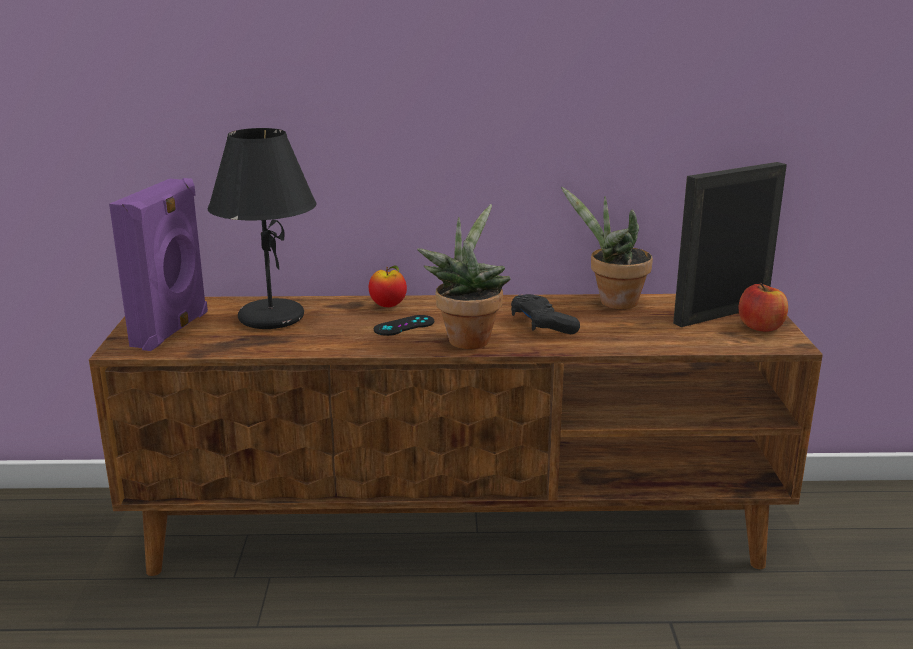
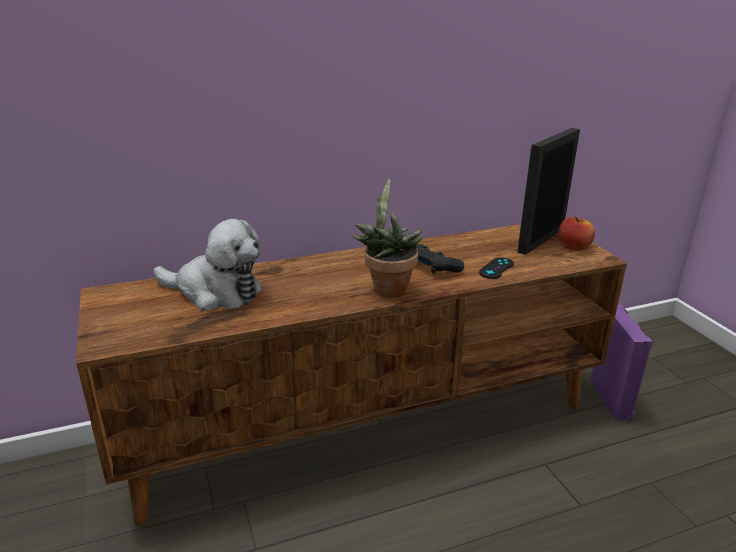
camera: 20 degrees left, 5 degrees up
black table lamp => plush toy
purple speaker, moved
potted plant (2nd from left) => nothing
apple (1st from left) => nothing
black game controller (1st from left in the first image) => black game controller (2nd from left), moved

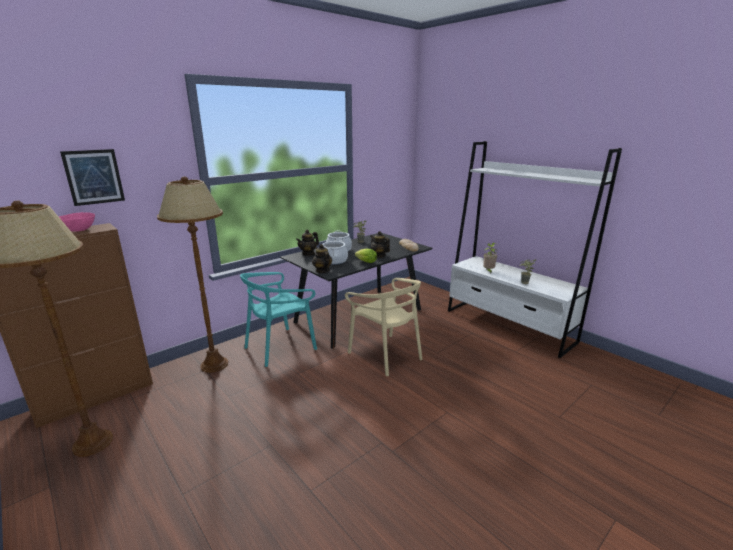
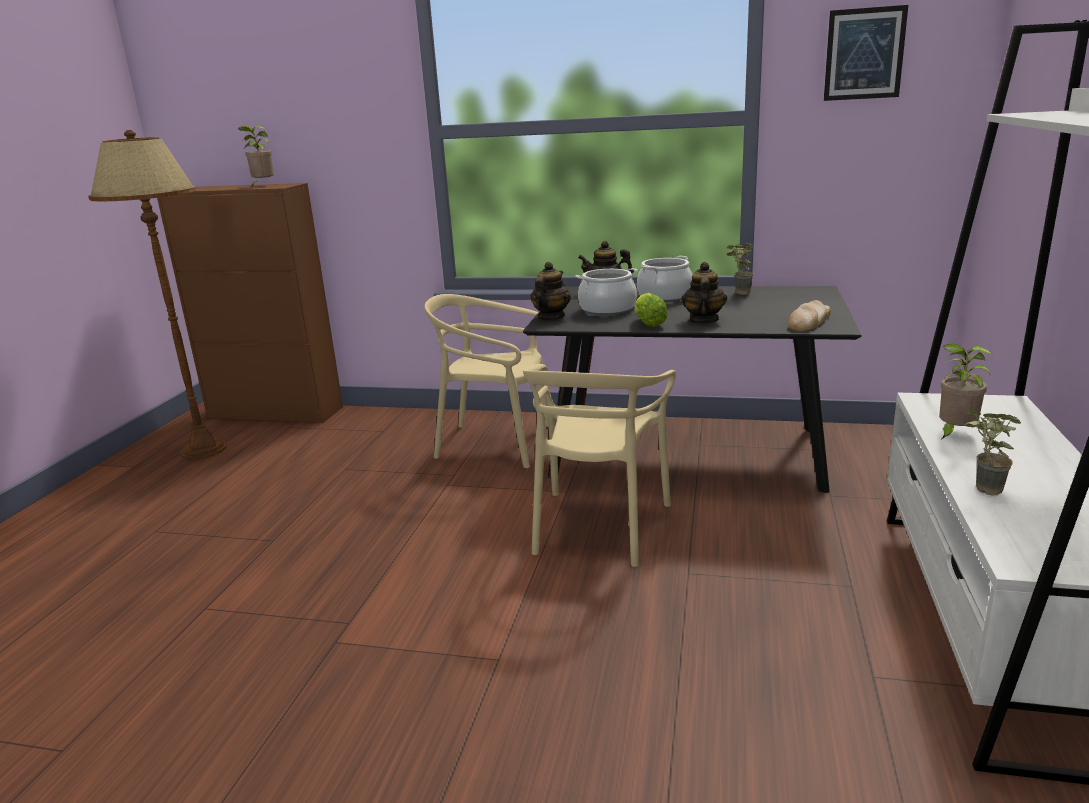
camera: 55 degrees right, 0 degrees up
picture, moved
brown floor lamp (2nd from left) => nothing
pink bowl => potted plant (1st from left)
turquoise chair => beige chair (1st from left)

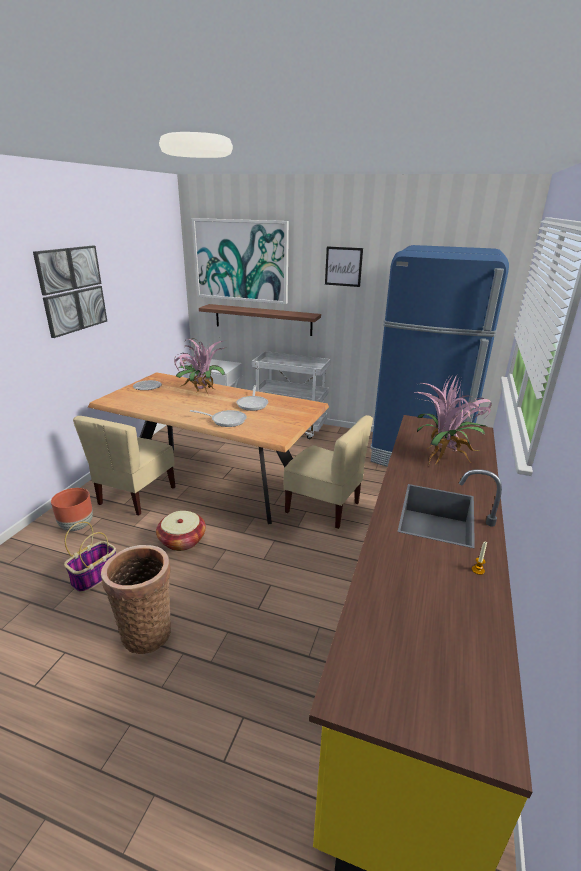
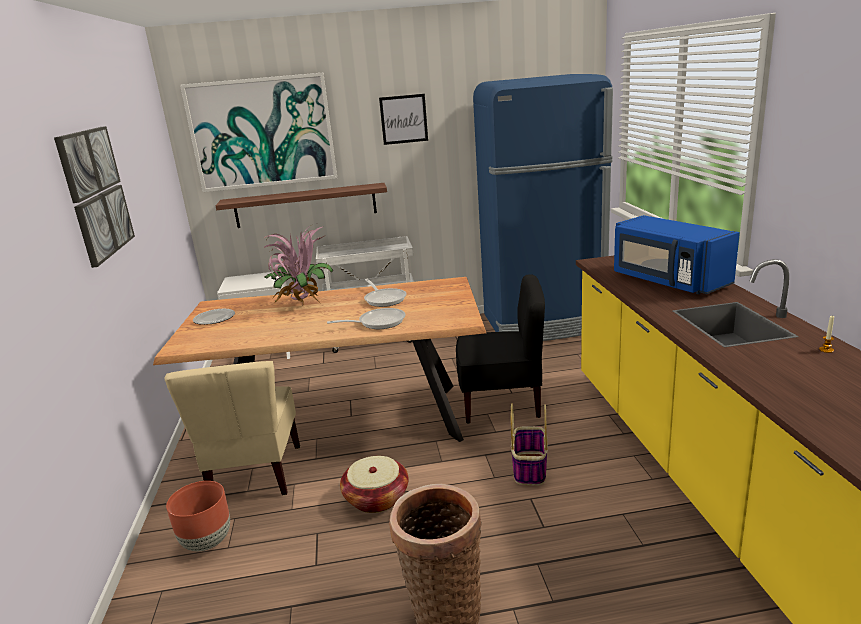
camera: 25 degrees left, 5 degrees down
potted plant (2nd from left) => blue microwave
beige chair (2nd from left) => black chair
basket (1st from left in the first image) => basket (3rd from left), moved

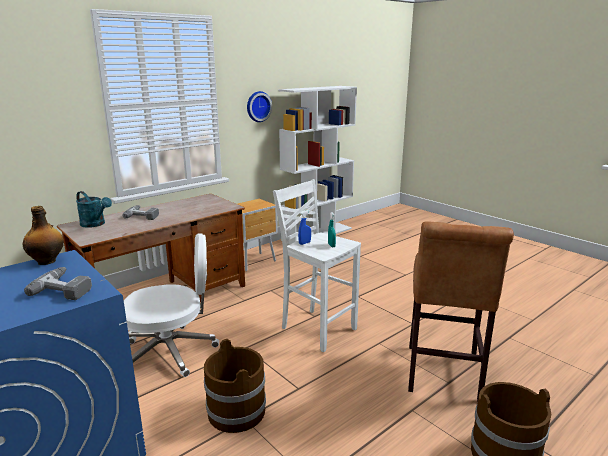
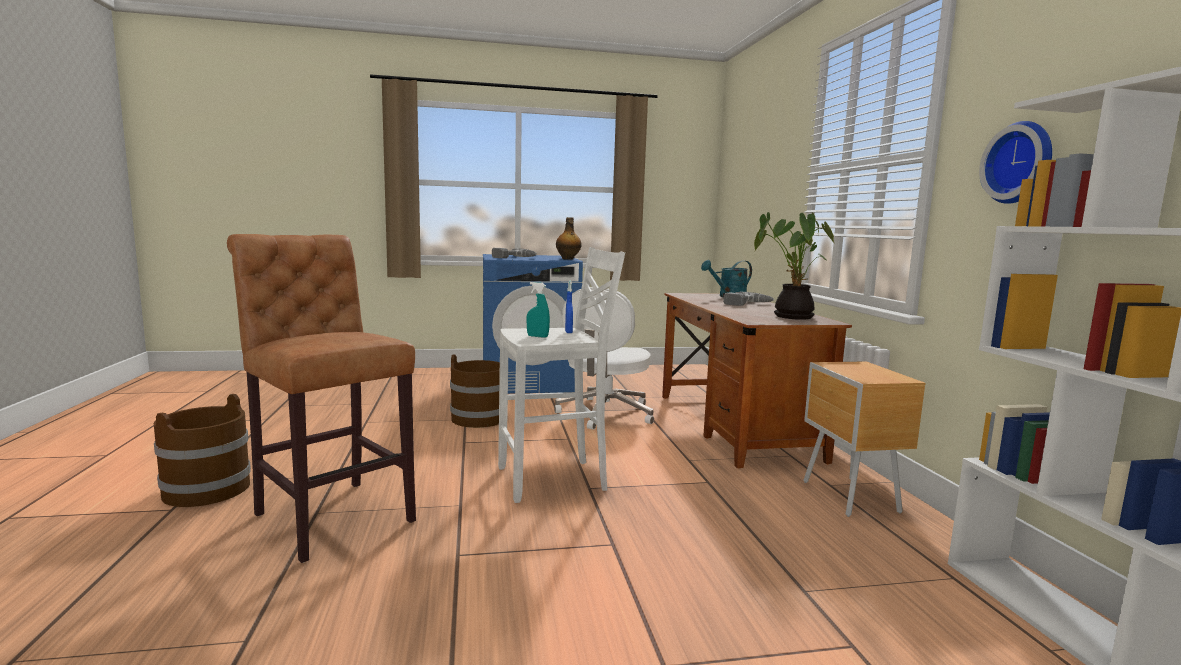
camera: 120 degrees right, 10 degrees down
nothing => potted plant

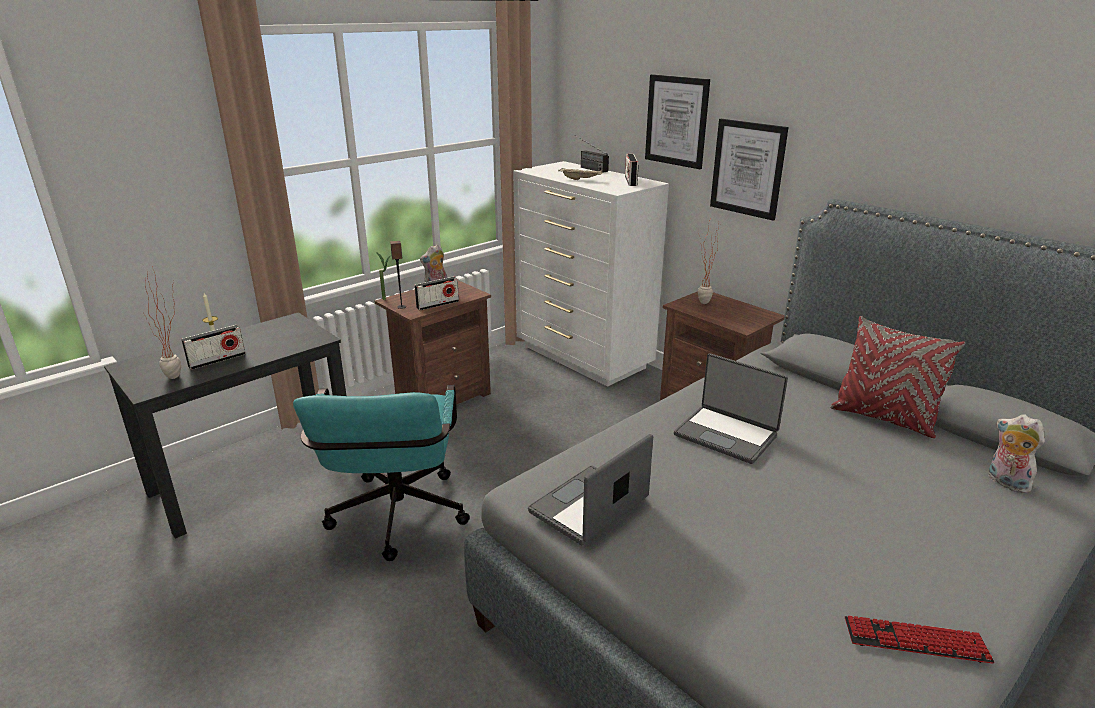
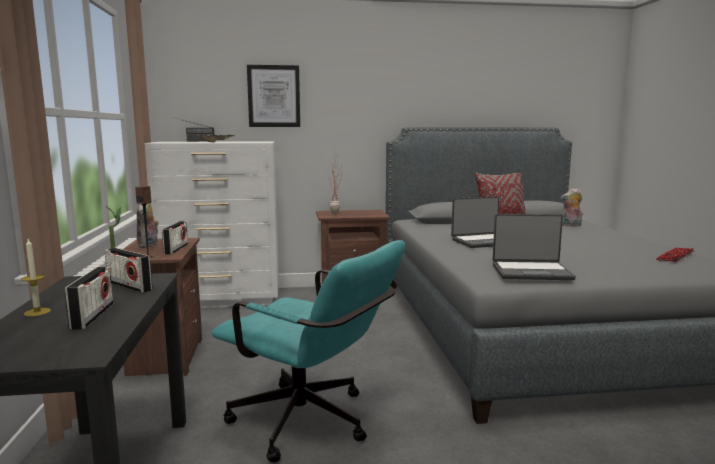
camera: 55 degrees left, 15 degrees down
picture (2nd from left) => nothing
radio (4th from left in the first image) => radio (2nd from left), moved
potted plant (1st from left) => nothing
laptop (1st from left in the first image) => laptop (2nd from left), 75 degrees counterclockwise

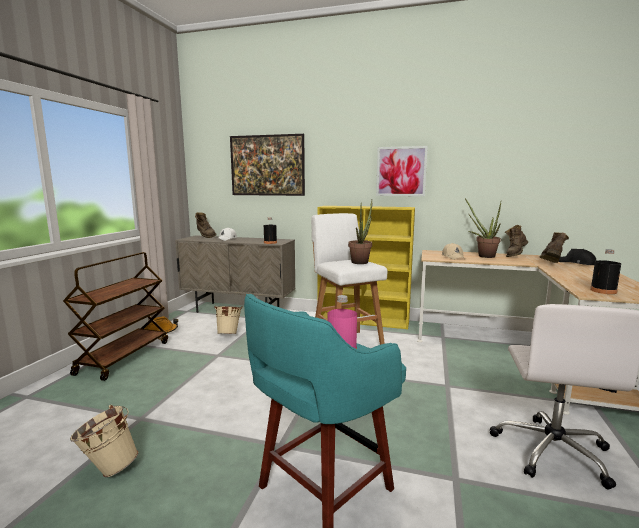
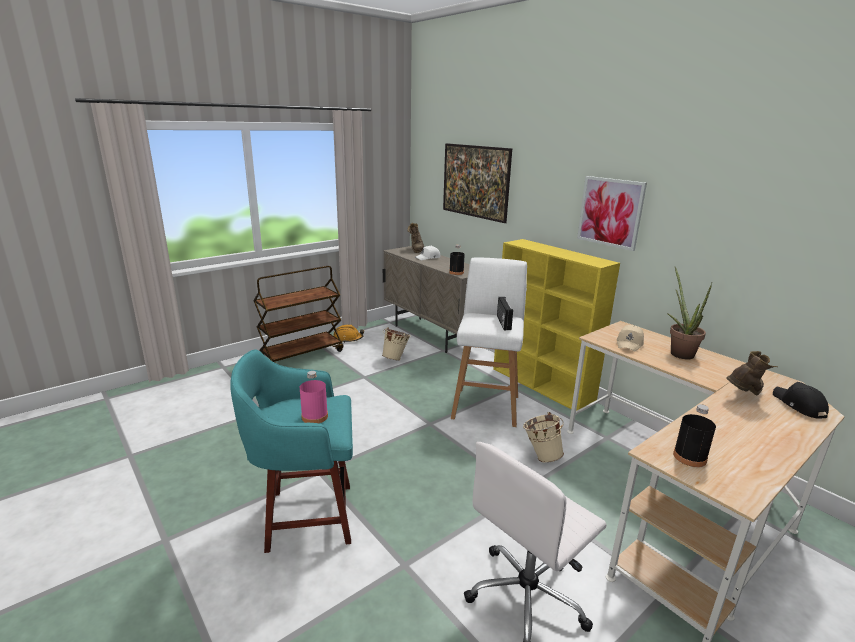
camera: 35 degrees right, 10 degrees up
potted plant (1st from left) => radio
brown boot (2nd from left) => nothing
beige bucket (1st from left in the first image) => beige bucket (2nd from left), moved

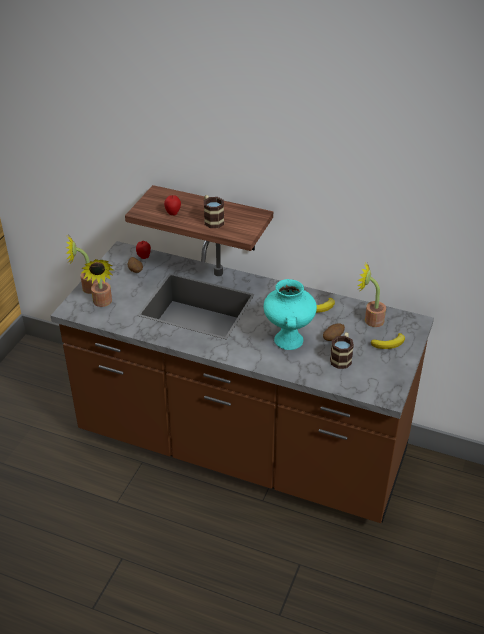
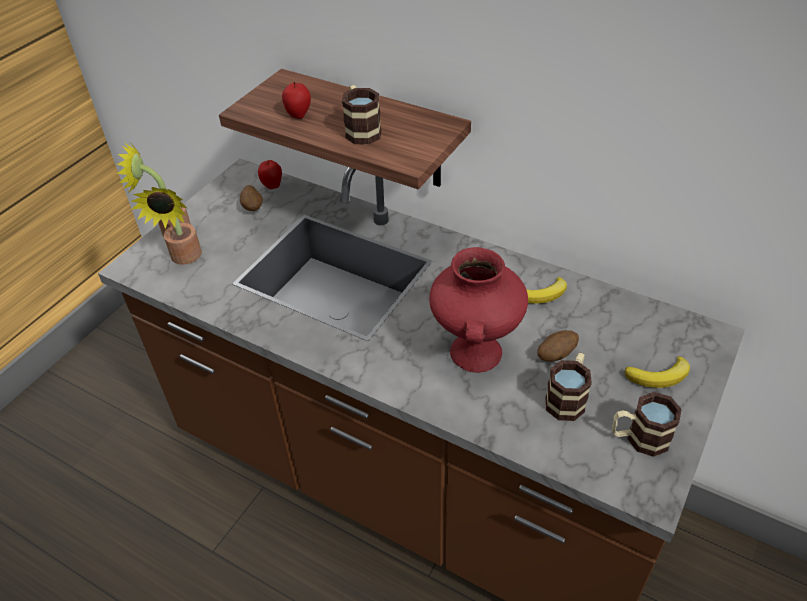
camera: 10 degrees right, 5 degrees up
potted plant (3rd from left) => nothing
turquoise vase => red vase
nothing => mug (3rd from left)

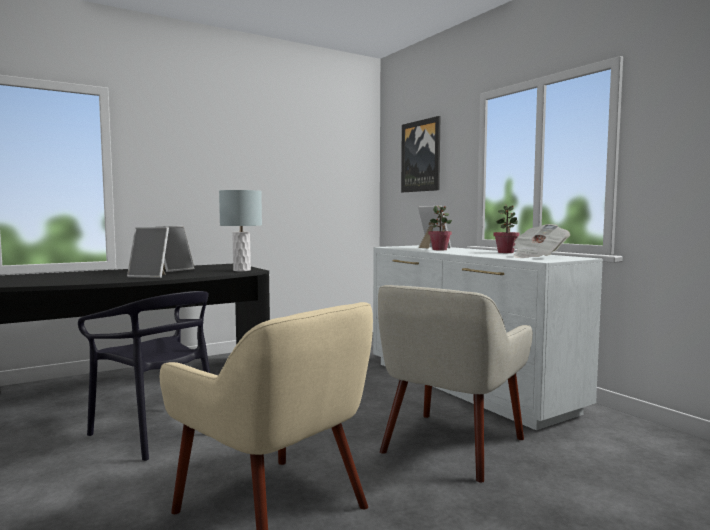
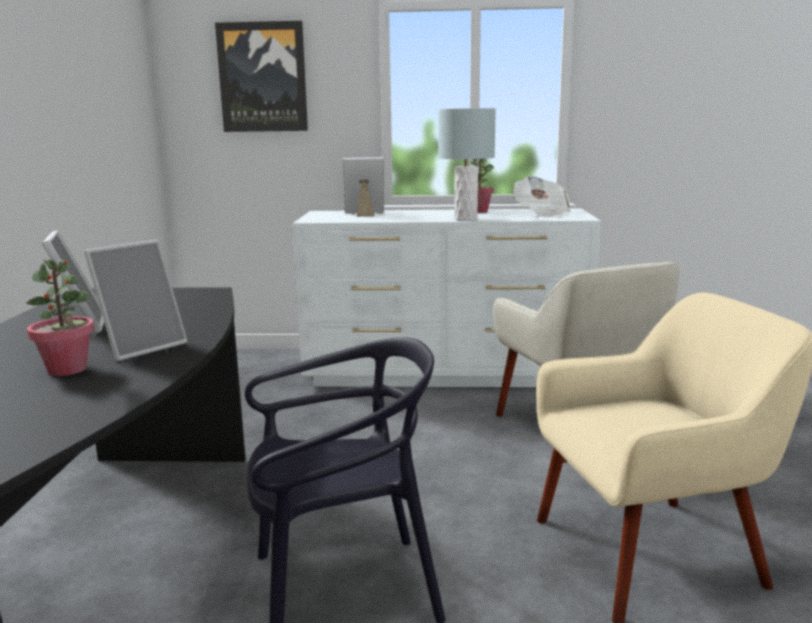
camera: 55 degrees left, 10 degrees up
grey table lamp, moved
potted plant (1st from left), moved

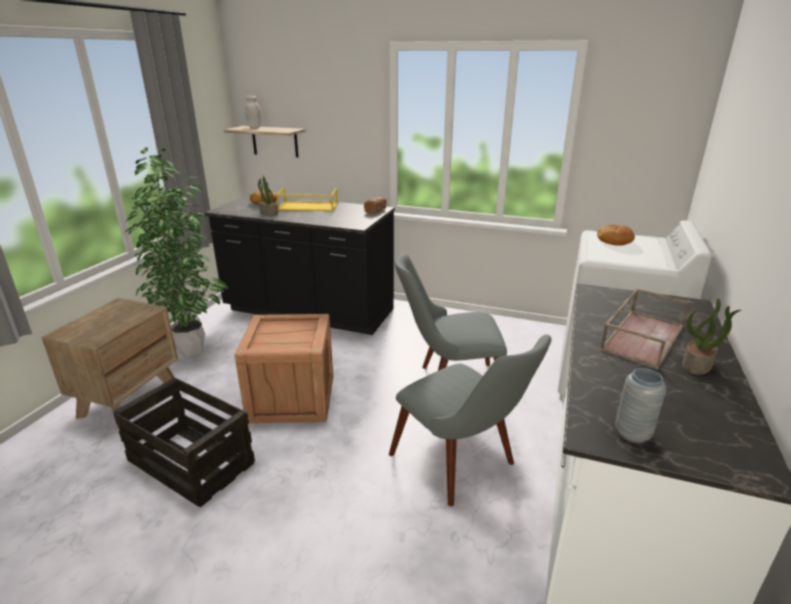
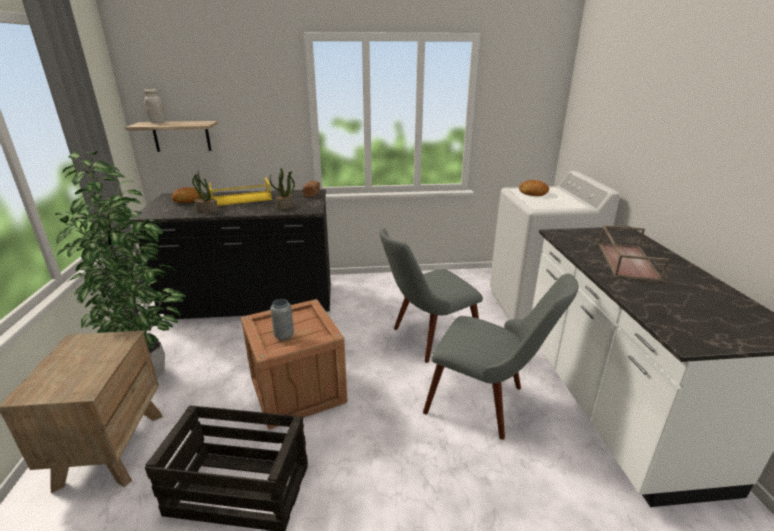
camera: 25 degrees left, 0 degrees up
potted plant (3rd from left), moved
grey vase, moved

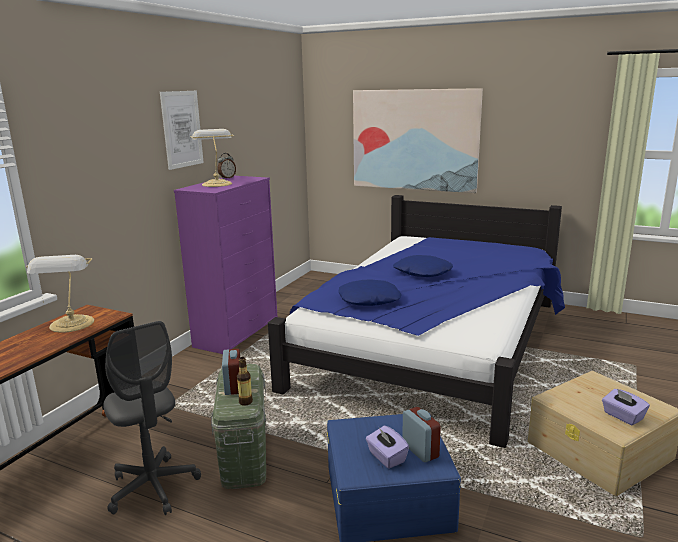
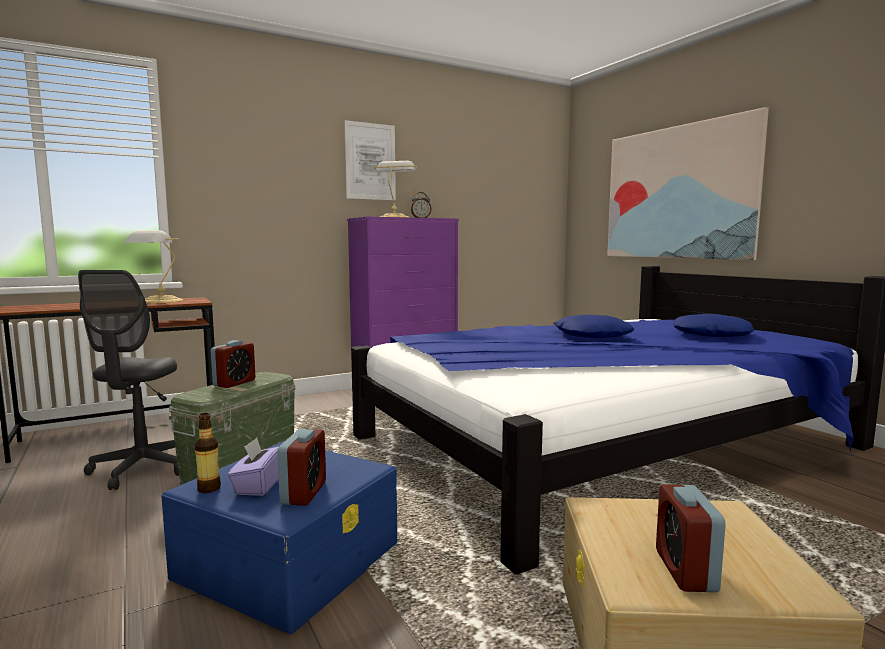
camera: 35 degrees right, 10 degrees down
blue pillow (1st from left in the first image) => blue pillow (2nd from left), moved
bottle, moved
purple tissue box (2nd from left) => alarm clock (4th from left)

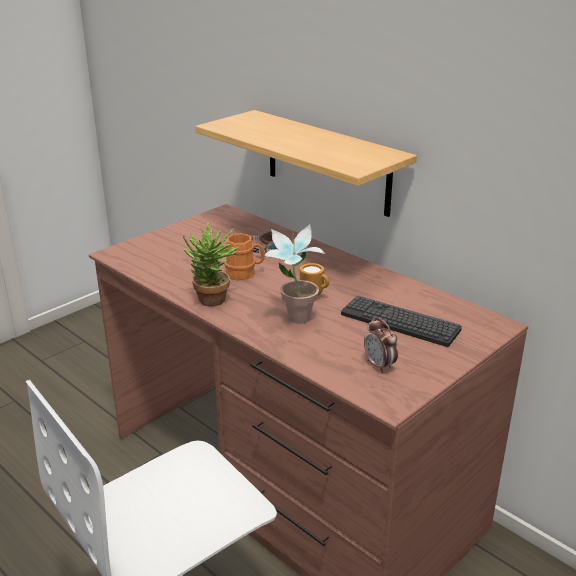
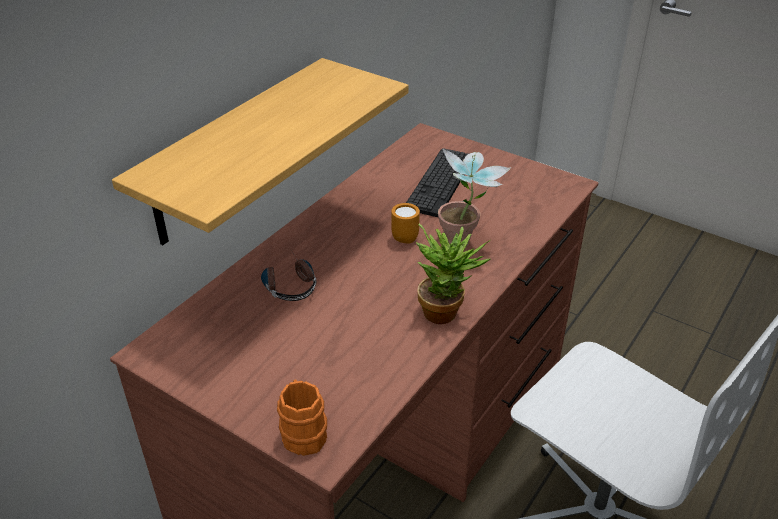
camera: 100 degrees left, 10 degrees up
orange mug (1st from left), moved
alarm clock => nothing

